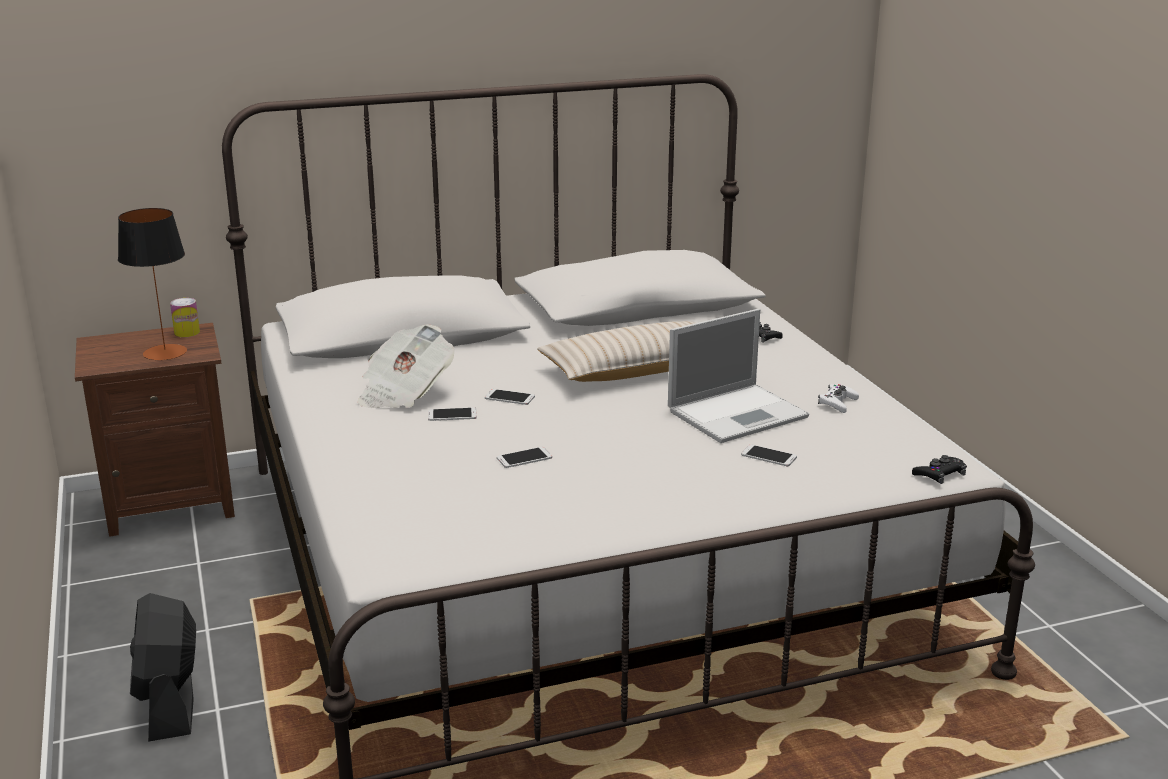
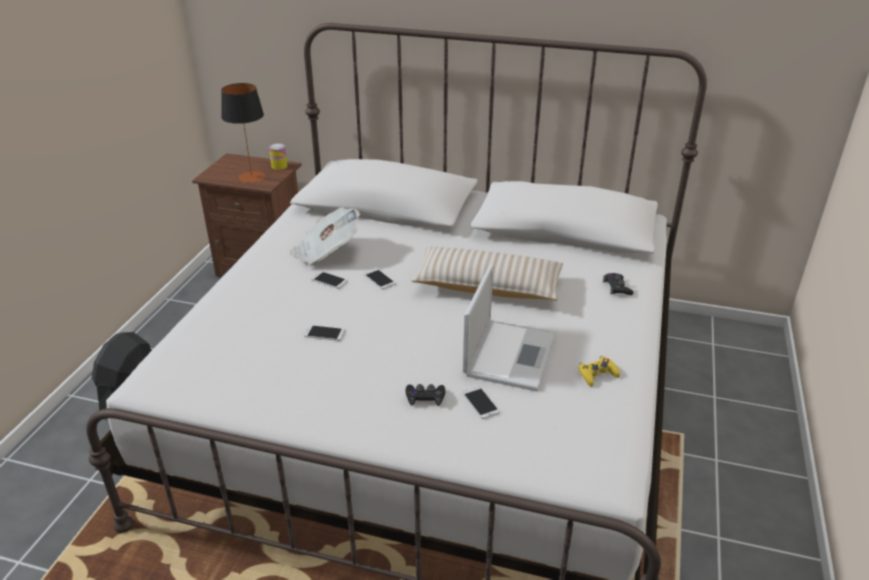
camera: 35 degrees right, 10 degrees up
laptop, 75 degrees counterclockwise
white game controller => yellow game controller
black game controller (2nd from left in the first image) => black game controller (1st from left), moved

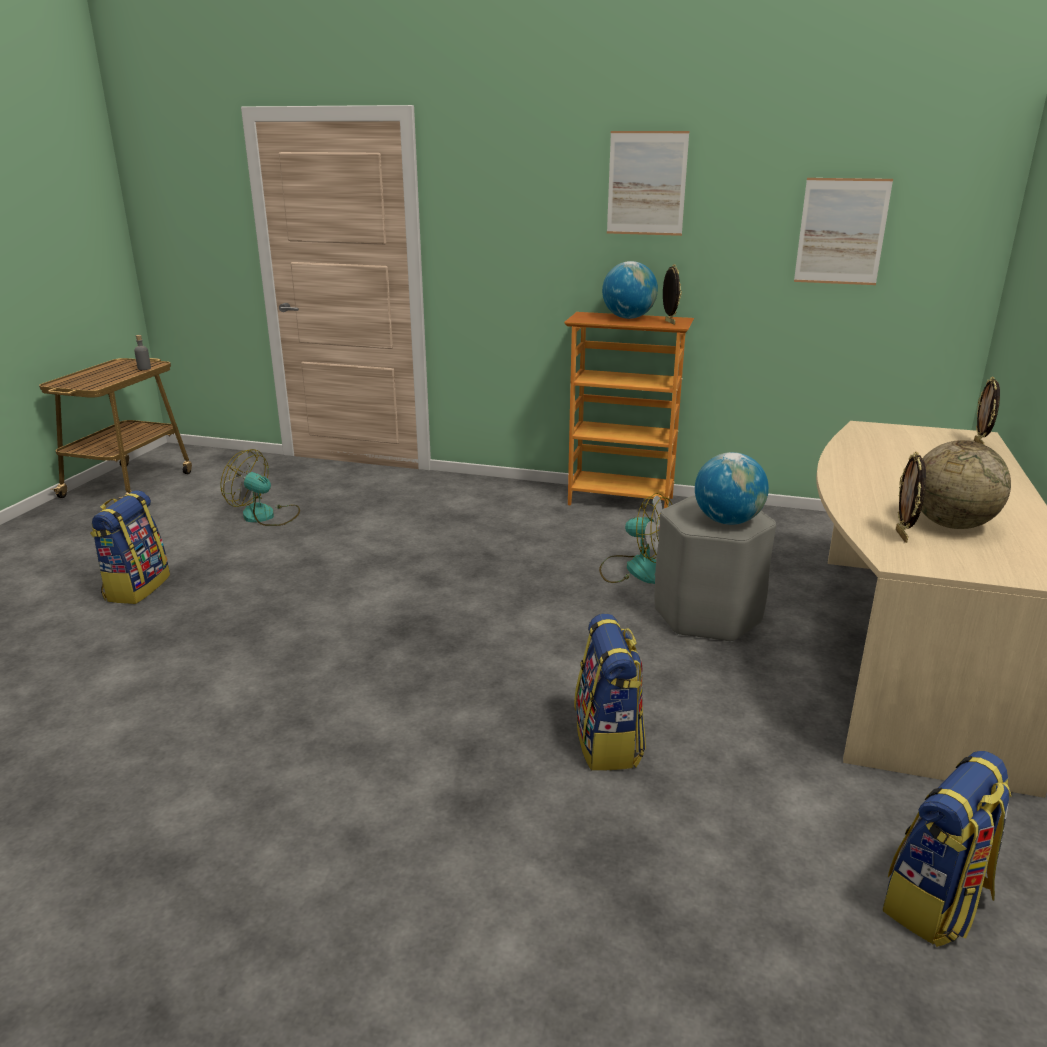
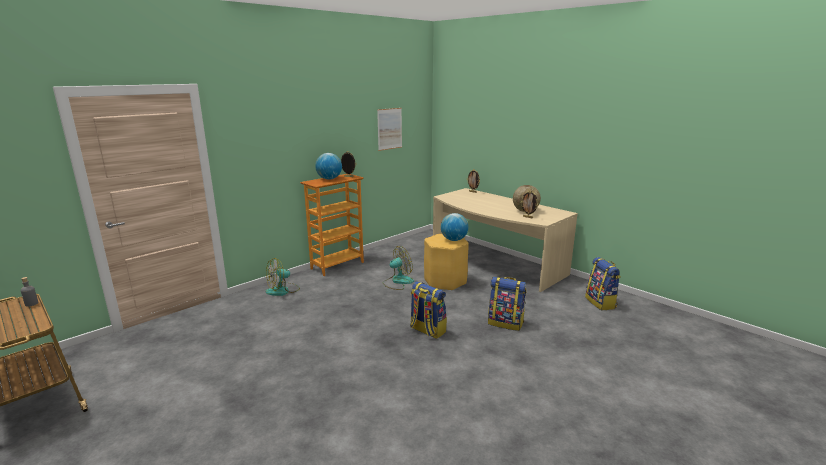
camera: 60 degrees left, 5 degrees down
picture (1st from left) => nothing
fan (1st from left), moved
backpack (1st from left), moved
grey stool => yellow stool

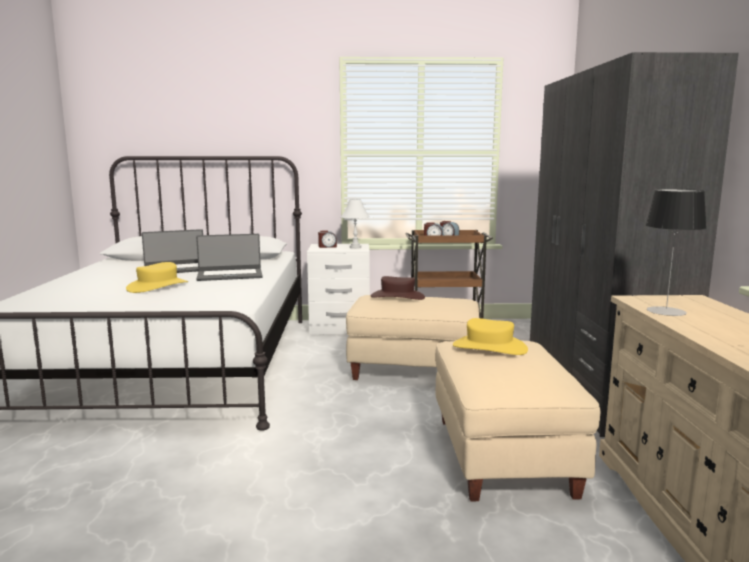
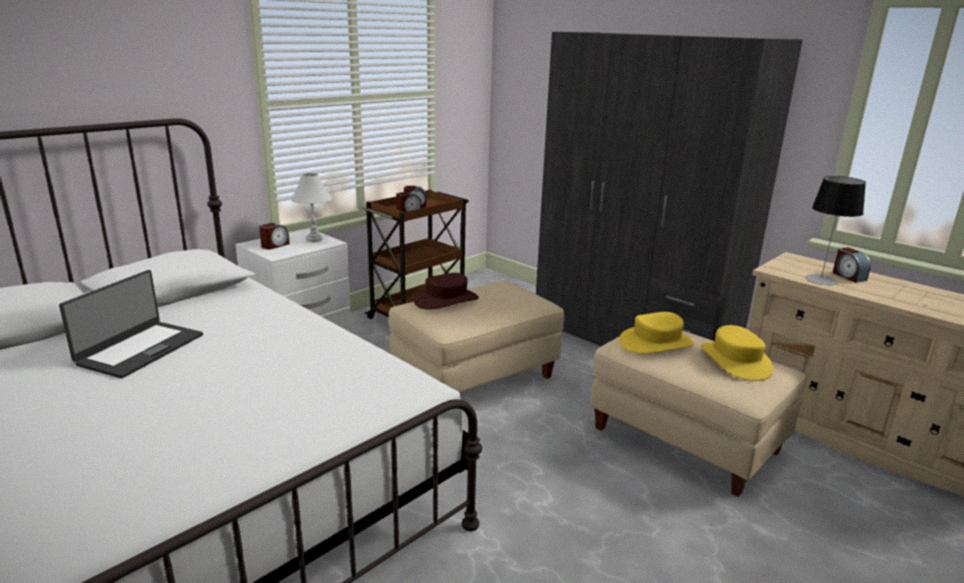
camera: 45 degrees left, 10 degrees up
laptop (2nd from left) => nothing
yellow hat (1st from left in the first image) => yellow hat (2nd from left), moved
nothing => alarm clock (4th from left)

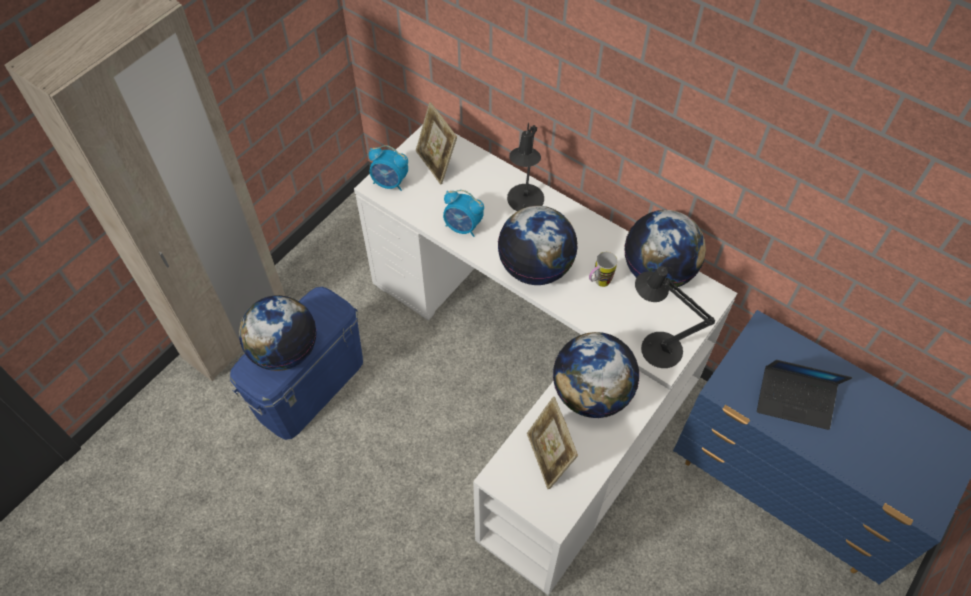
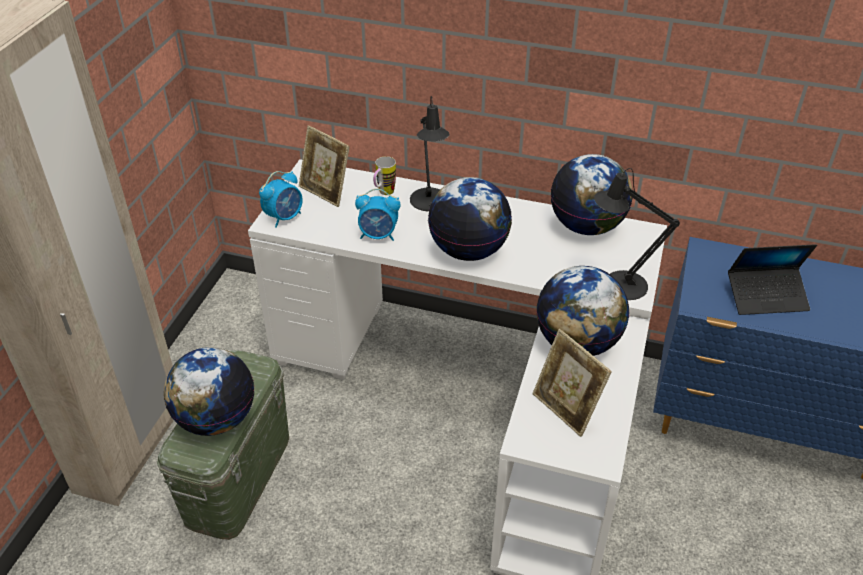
camera: 20 degrees left, 15 degrees down
alarm clock (1st from left), 45 degrees counterclockwise
mug, moved
blue storage box => green storage box

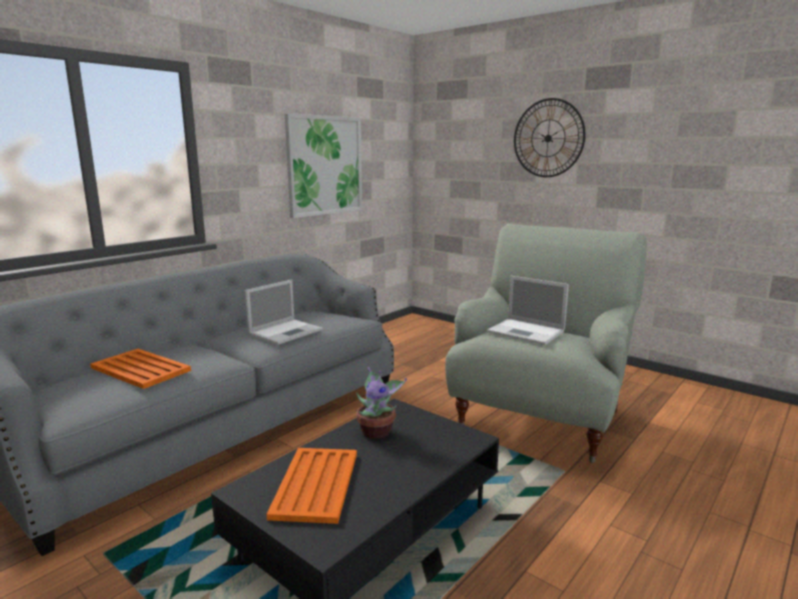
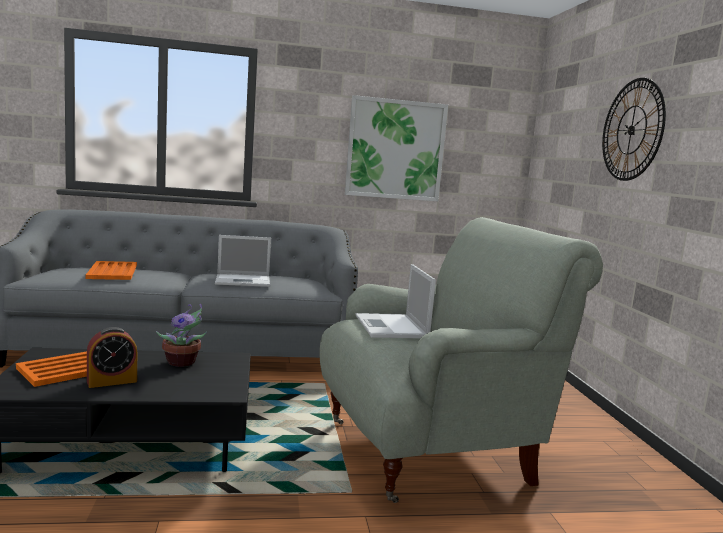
camera: 40 degrees right, 5 degrees down
nothing => alarm clock

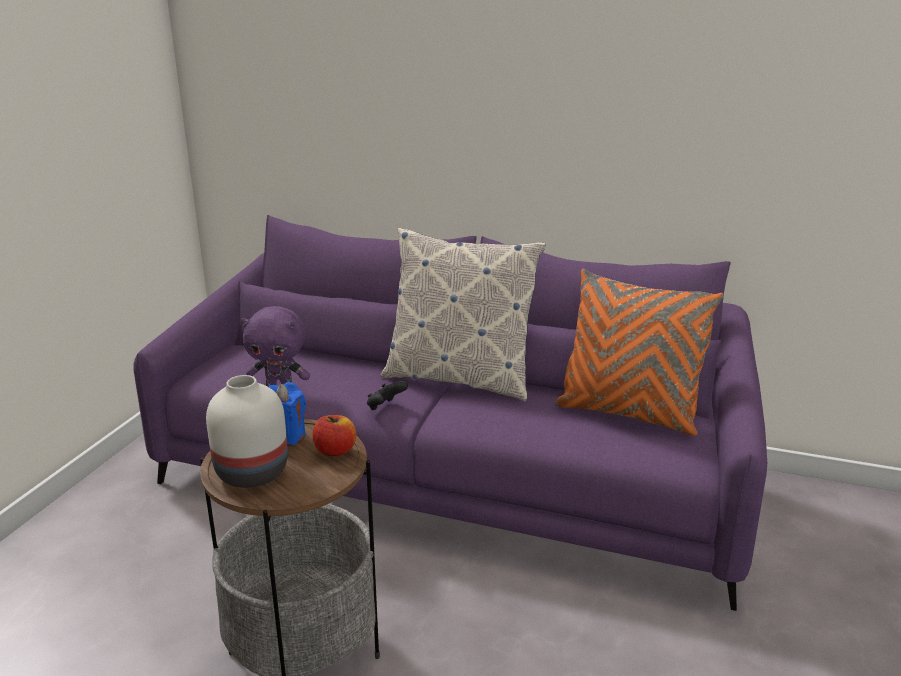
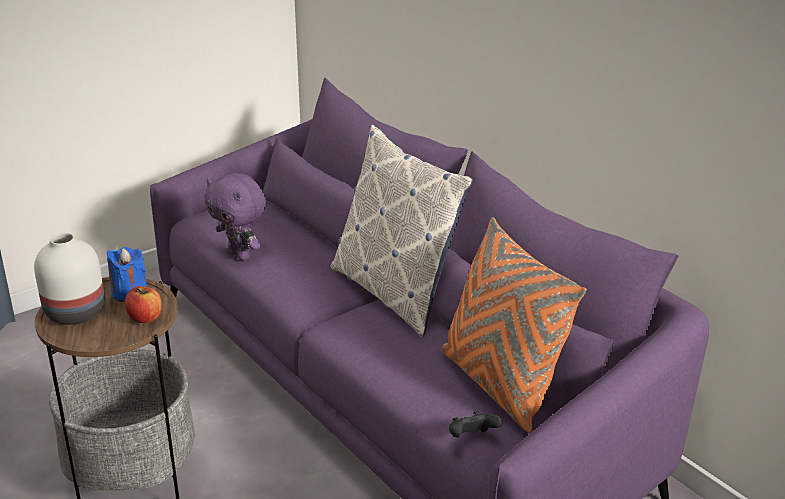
camera: 35 degrees right, 5 degrees up
black game controller, moved

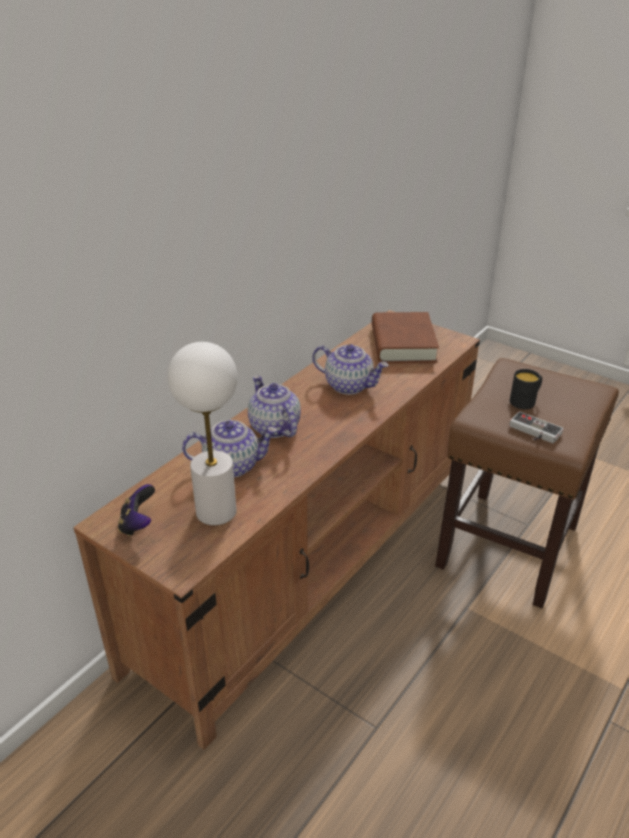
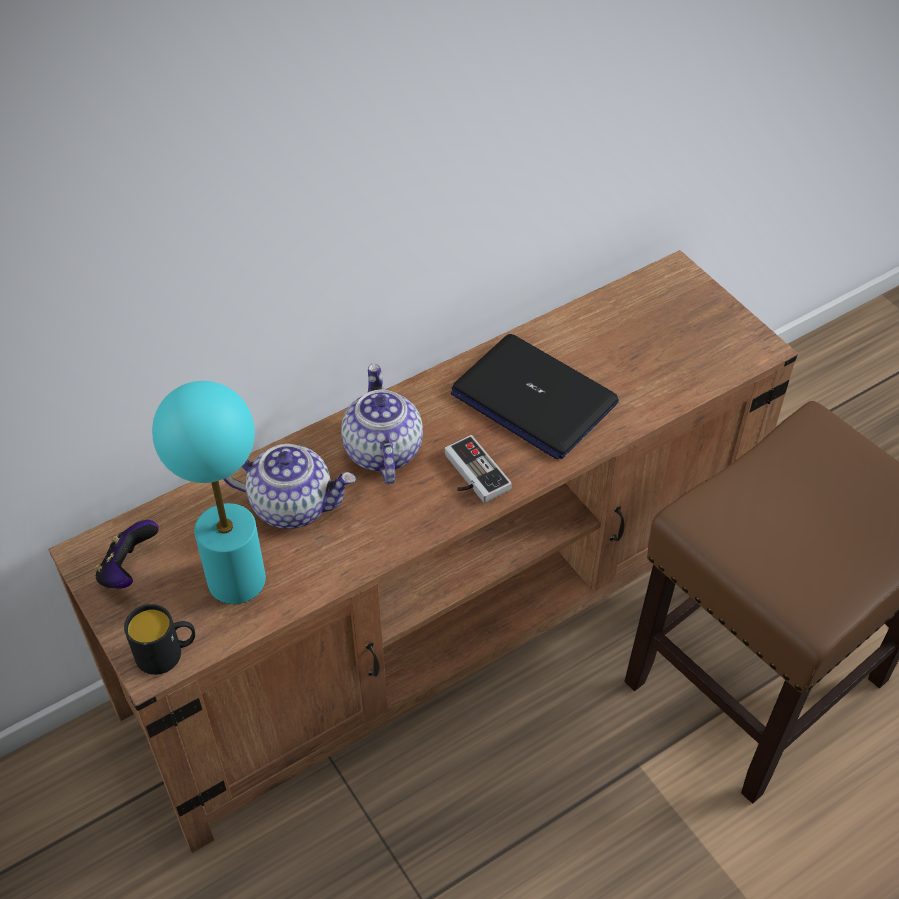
camera: 20 degrees right, 15 degrees up
brown book => nothing
white table lamp => turquoise table lamp
teapot (3rd from left) => laptop
black mug, moved
game controller (2nd from left), moved

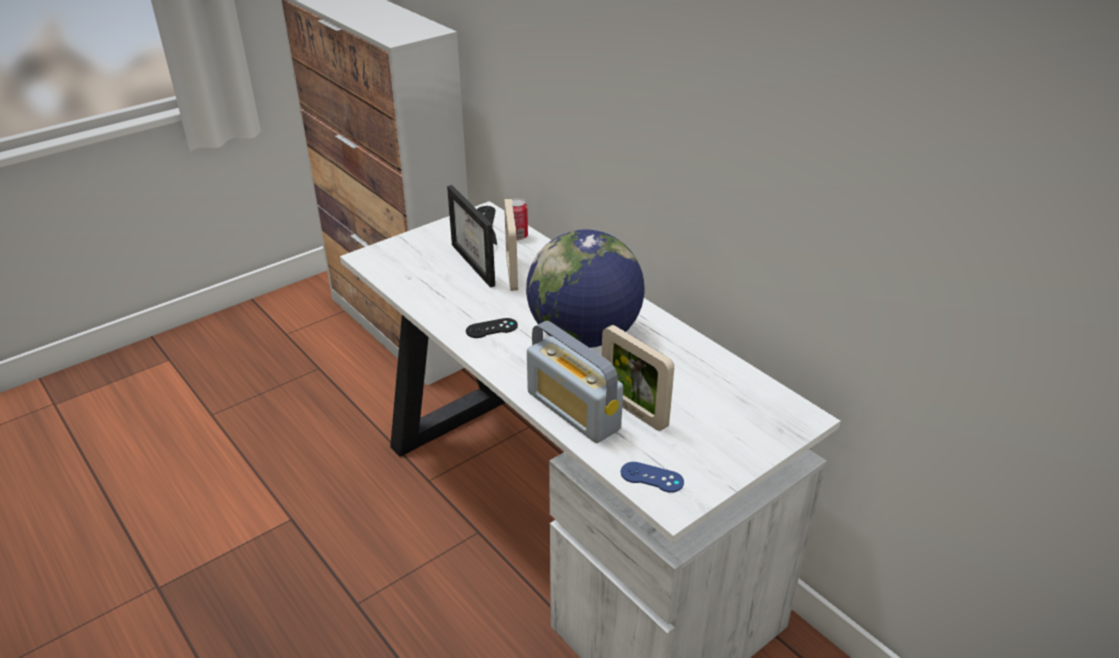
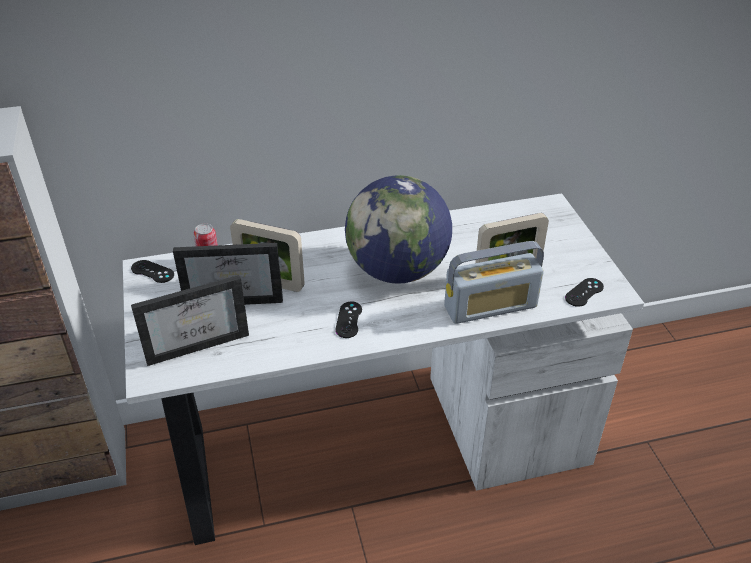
camera: 65 degrees left, 5 degrees up
blue game controller => black game controller (3rd from left)
nothing => picture frame (1st from left)

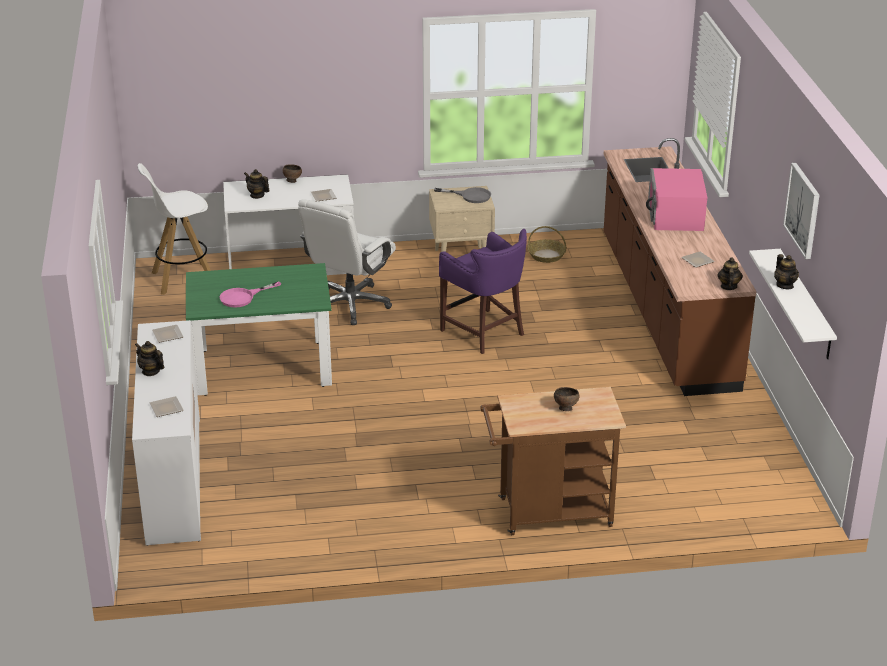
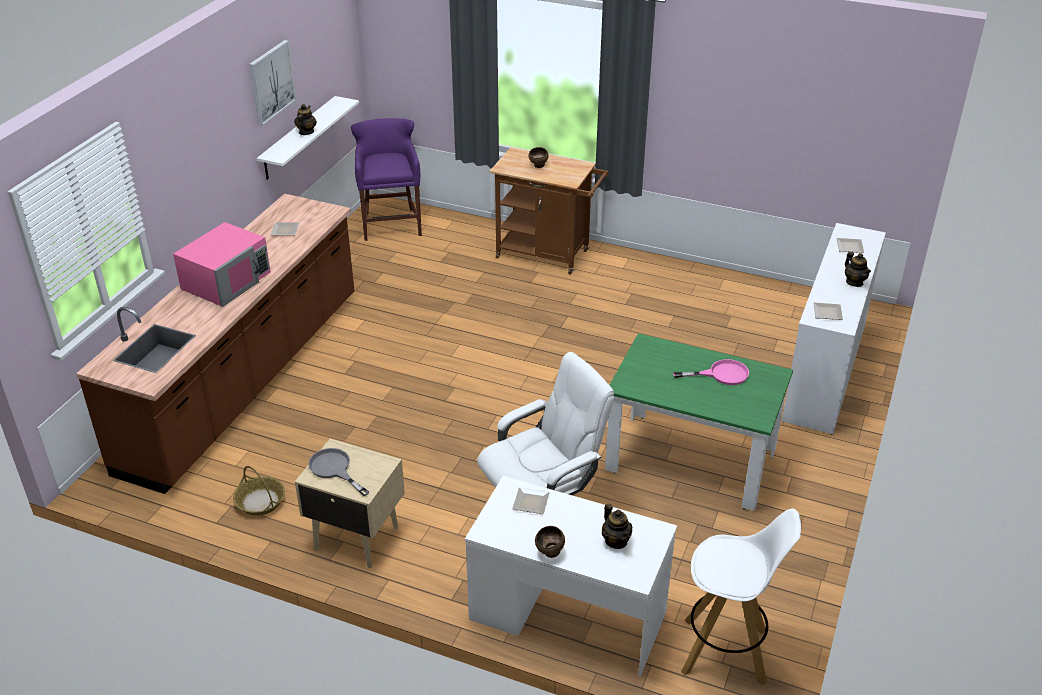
camera: 150 degrees left, 5 degrees up
purple stool, moved
teapot (3rd from left) => nothing

